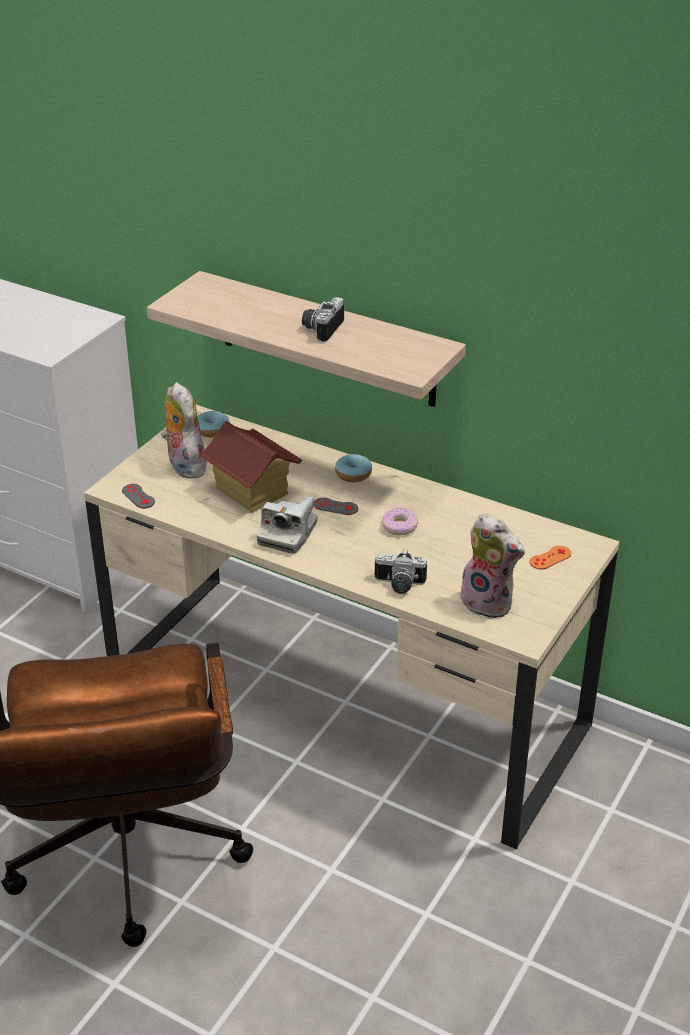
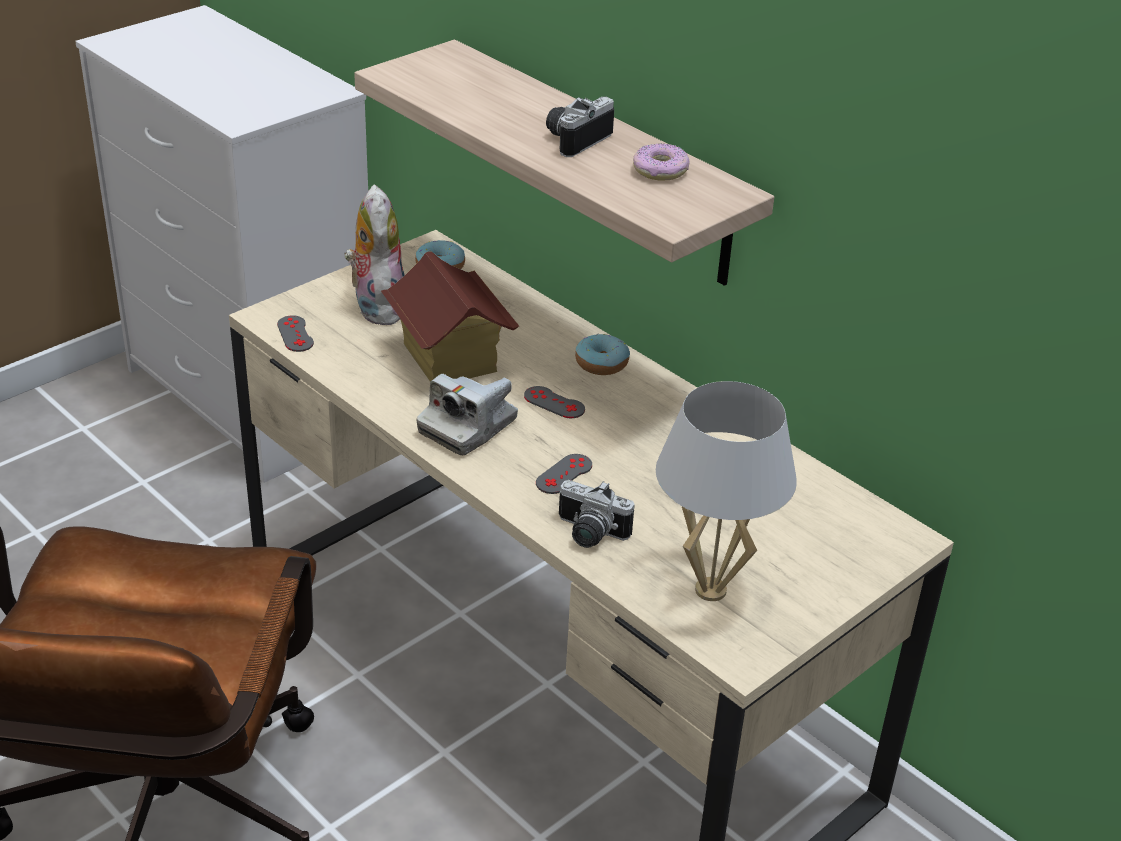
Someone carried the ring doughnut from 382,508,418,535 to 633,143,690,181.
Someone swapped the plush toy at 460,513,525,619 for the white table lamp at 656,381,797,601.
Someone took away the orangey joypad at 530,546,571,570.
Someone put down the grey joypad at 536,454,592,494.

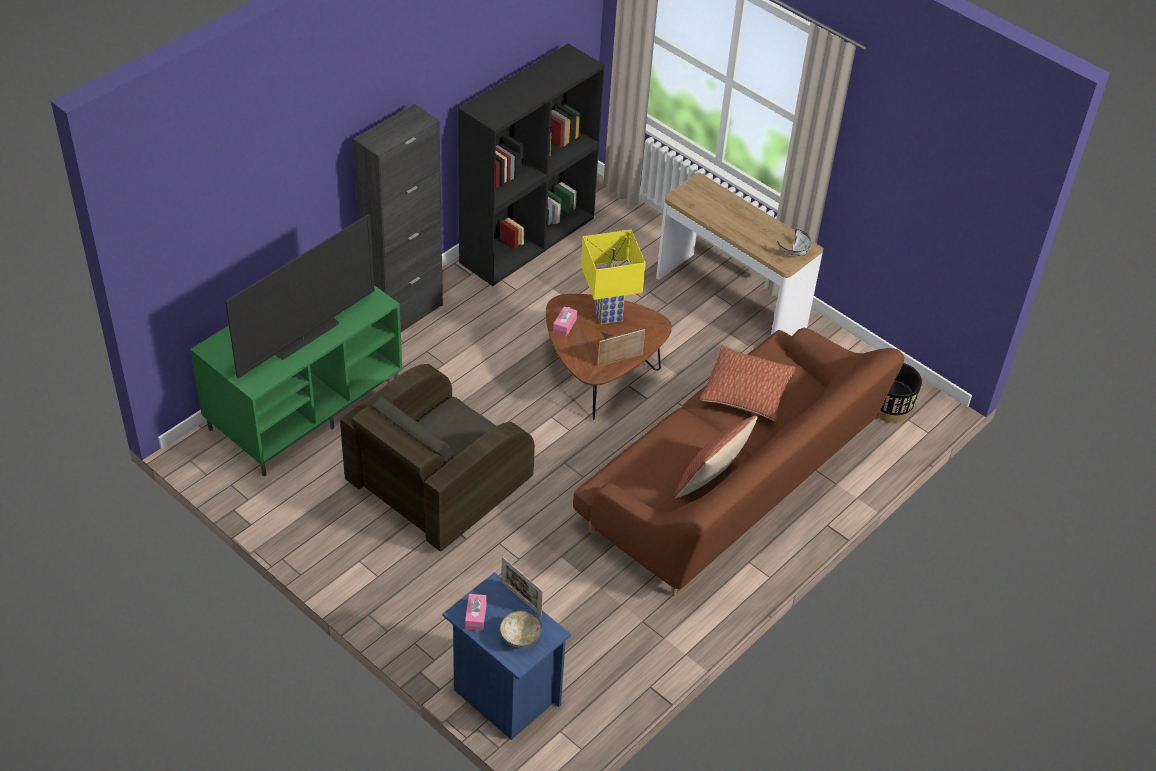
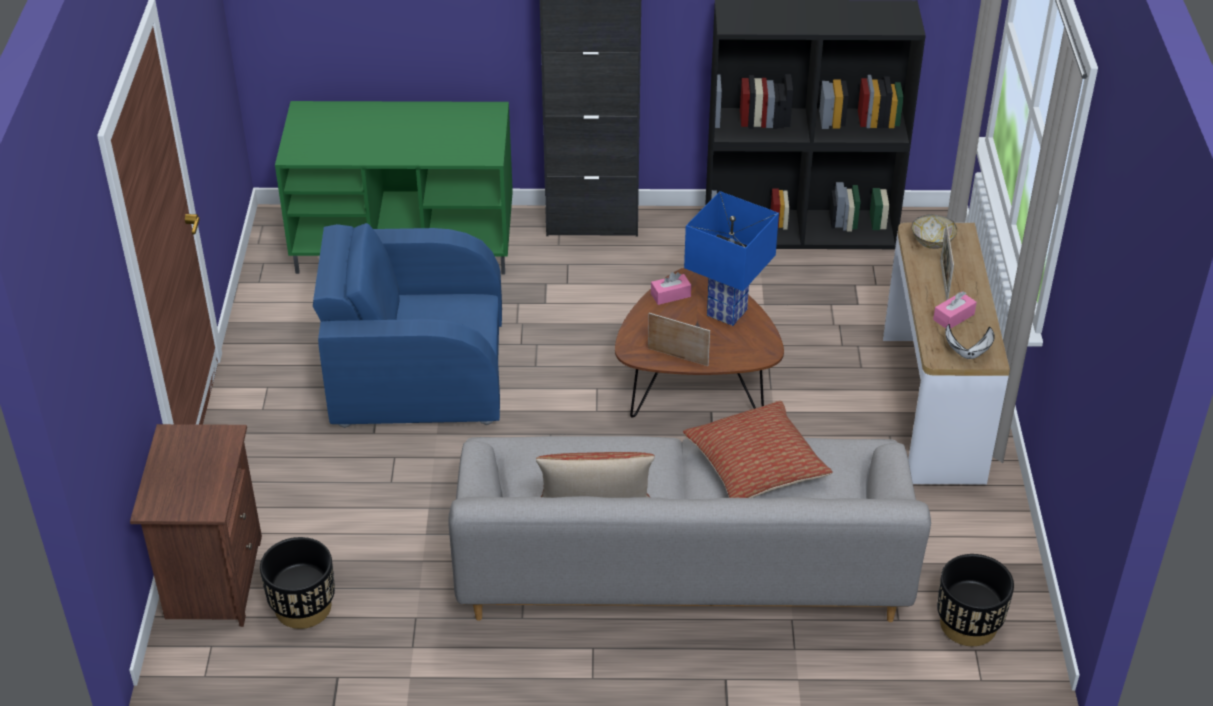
Someone took away the TV at 226,214,374,378.
Someone repainted the yellow table lamp at 581,229,646,324, which became the blue table lamp at 684,191,779,326.
Someone repainted the brownish couch at 573,328,904,596, which became the grey couch at 448,436,931,622.
Someone repainted the brownish lounge chair at 340,364,535,552, which became the blue lounge chair at 313,223,502,428.
Someone carried the picture frame from 501,556,543,616 to 940,223,954,300.
Someone repainted the blue nightstand at 442,572,571,740, which became the brownish nightstand at 130,424,262,627.
Someone carried the pink-coloured box of tissues from 465,594,487,631 to 933,291,977,329.
Someone carried the bowl from 500,611,542,647 to 912,214,957,249.
Someone put down the black flower pot at 260,537,335,629.

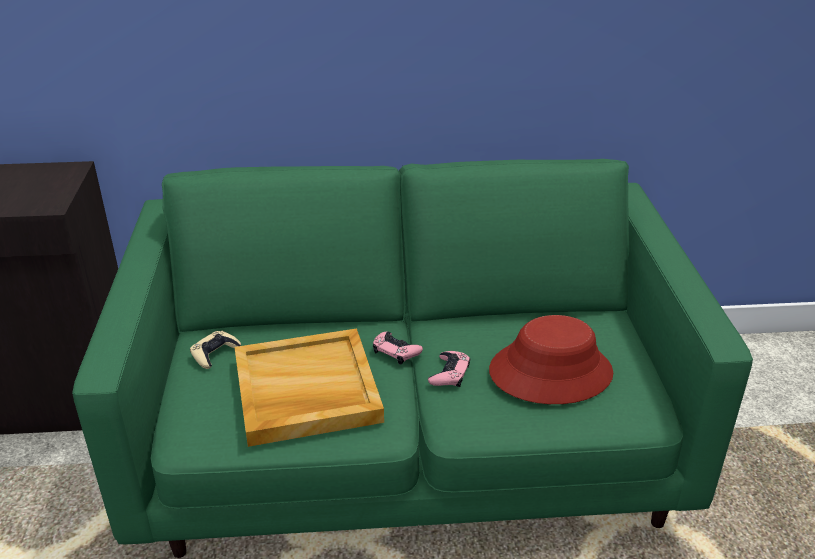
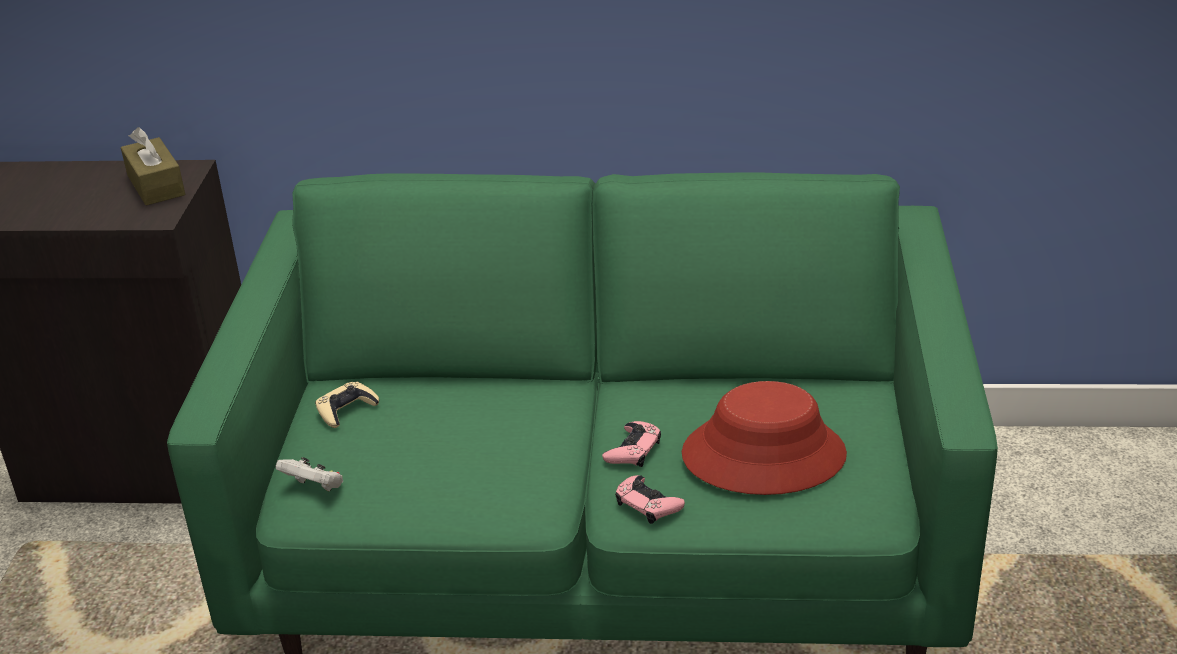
Someone took away the sand-coloured carrying tray at 234,328,384,447.
Someone carried the pink-coloured joypad from 373,332,423,365 to 615,475,685,524.
Someone put down the brownish box of tissues at 121,127,185,205.
Someone put down the white joypad at 276,457,343,491.

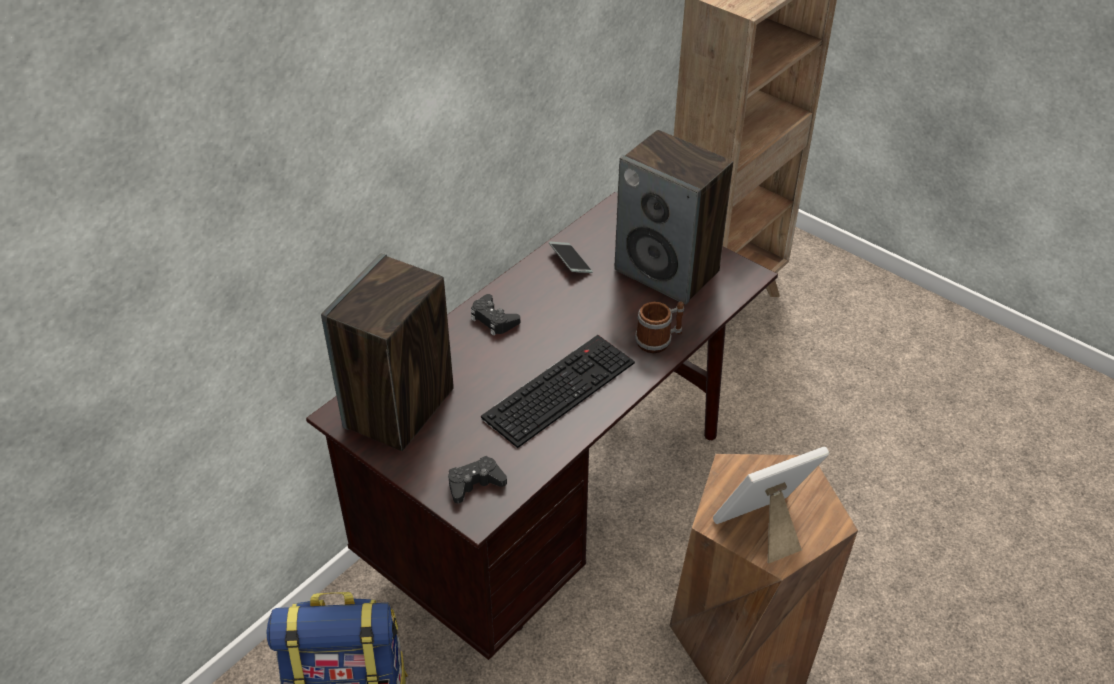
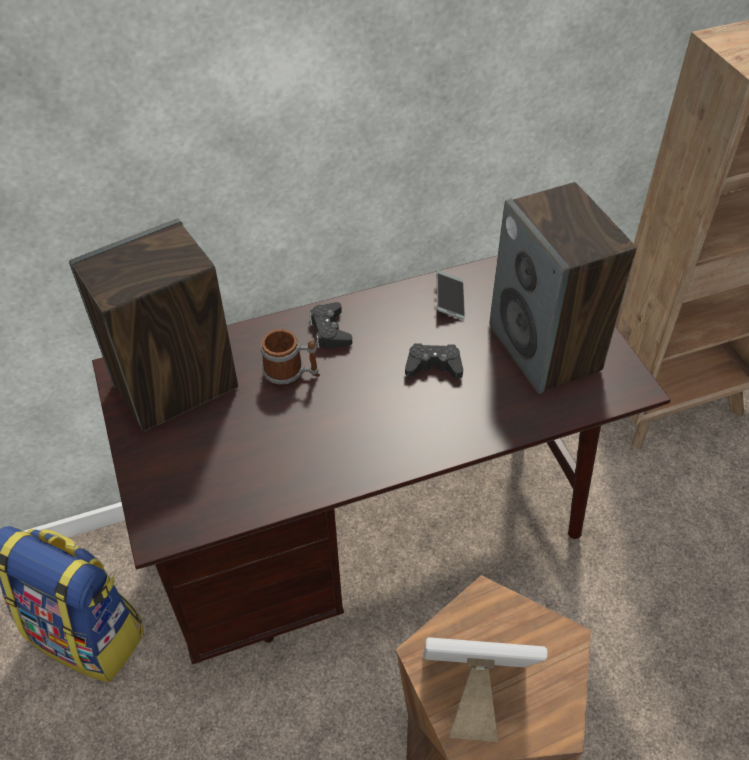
Someone carried the tea mug from 635,302,684,353 to 261,329,320,387.
Someone took away the keyboard at 481,335,635,448.
Someone carried the black joypad from 448,456,507,503 to 405,343,463,379.

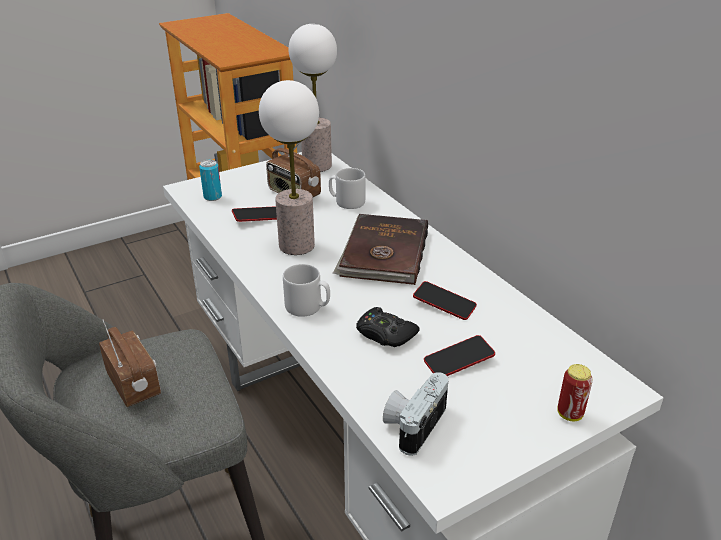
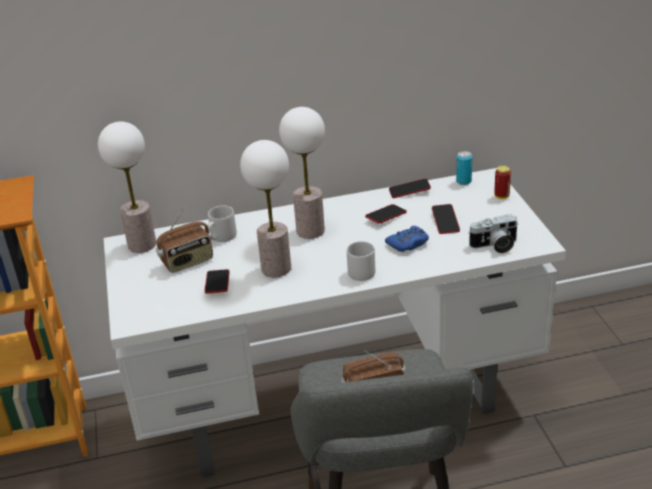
Someone carried the sealed can from 199,160,222,201 to 456,151,472,185.
Someone swapped the brownish volume at 333,214,428,285 for the table lamp at 279,107,325,239.
Someone repainted the black joypad at 356,307,420,347, which became the blue joypad at 385,226,429,252.
Someone rotated the still camera at 383,372,449,456 by 60 degrees counterclockwise.
Someone put down the handset at 389,178,431,198.

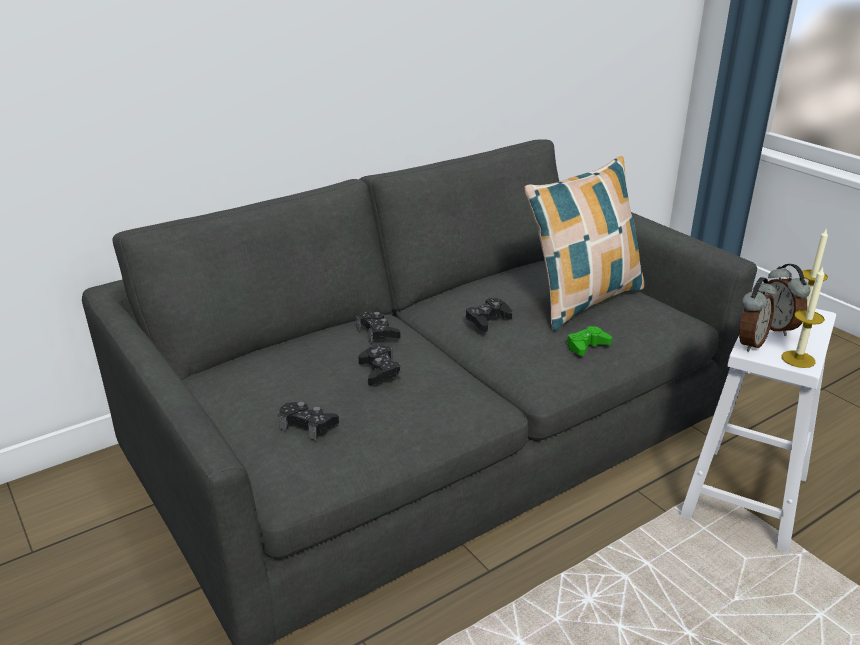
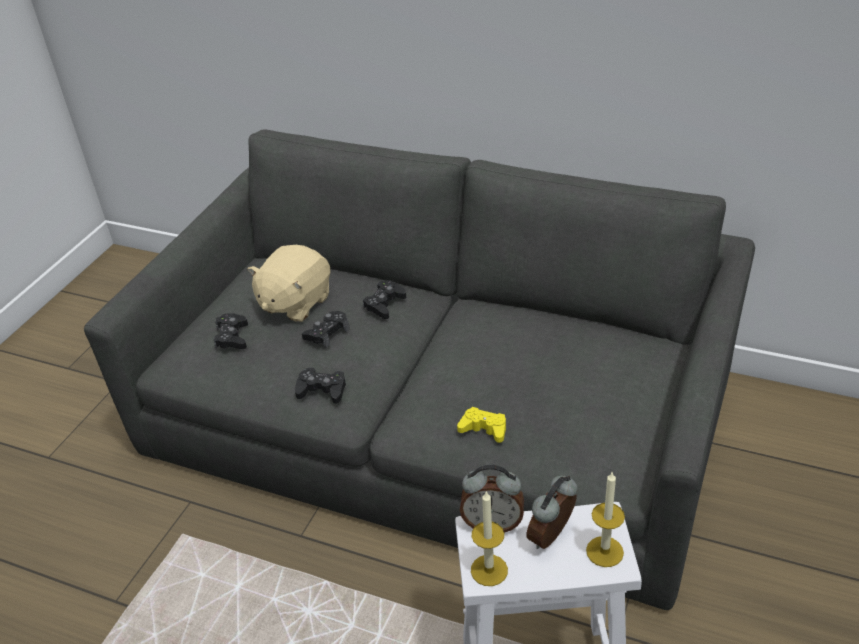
Someone took away the pillow at 524,156,644,331.
Someone carried the black joypad from 465,298,512,332 to 295,367,346,404.
Someone repainted the green joypad at 567,326,612,356, which became the yellow joypad at 457,407,506,443.
Someone put down the sand-coloured plush toy at 247,245,331,322.

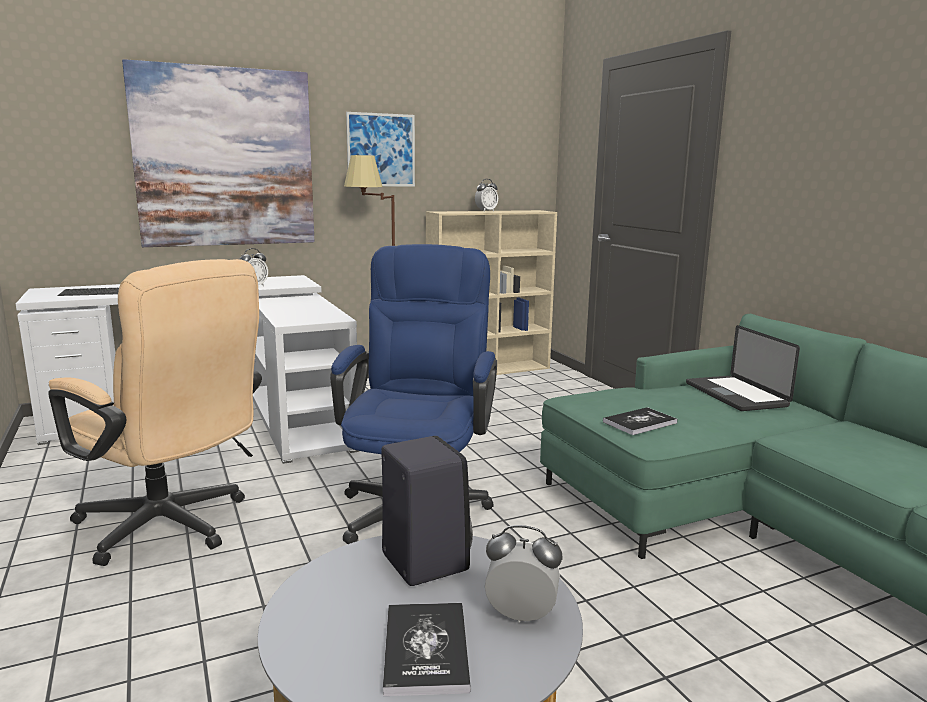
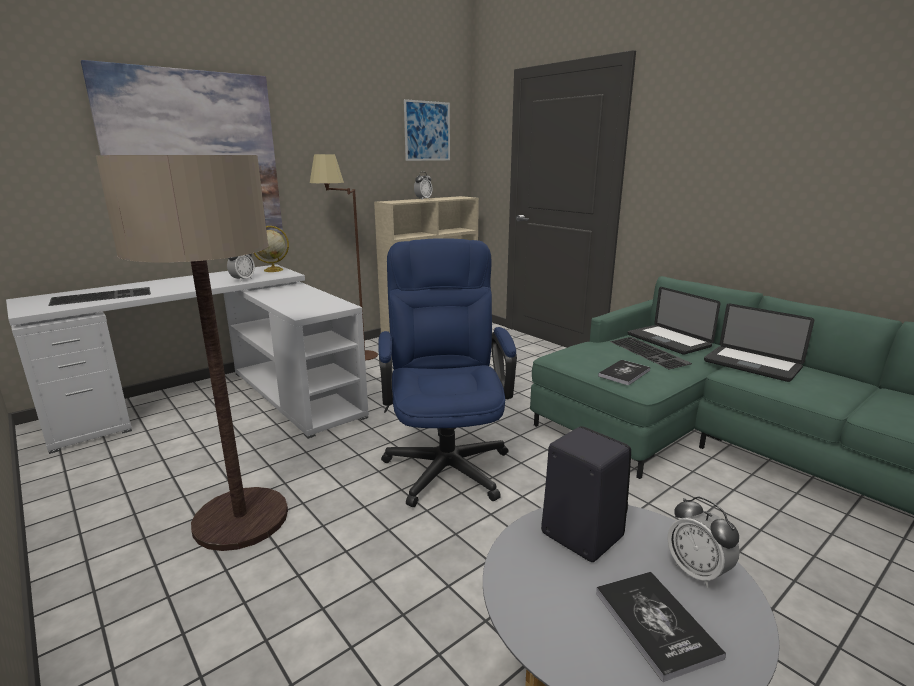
Someone carried the wall art from 346,112,415,187 to 404,99,450,161.
Someone swapped the sand-coloured computer chair at 48,259,262,566 for the standing lamp at 96,155,288,551.
Someone rotated the bedside clock at 485,525,563,623 by 120 degrees counterclockwise.
Someone put down the globe at 254,226,289,272.
Someone put down the laptop at 704,304,814,382.
Someone put down the keyboard at 610,337,692,370.

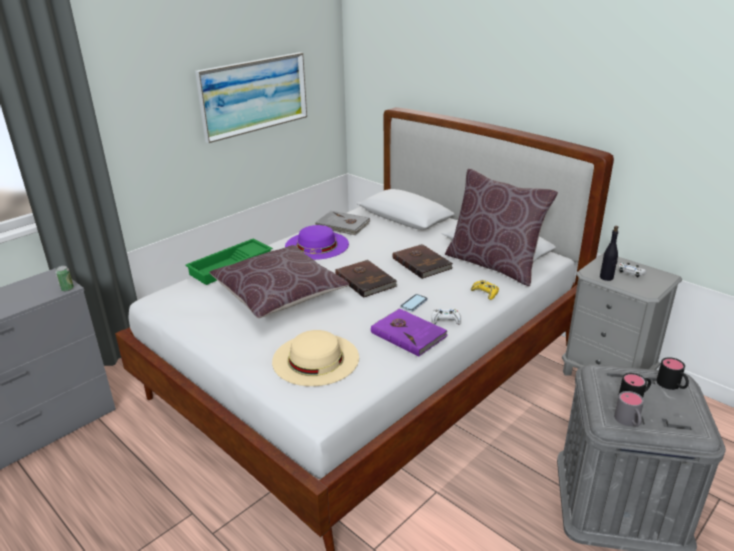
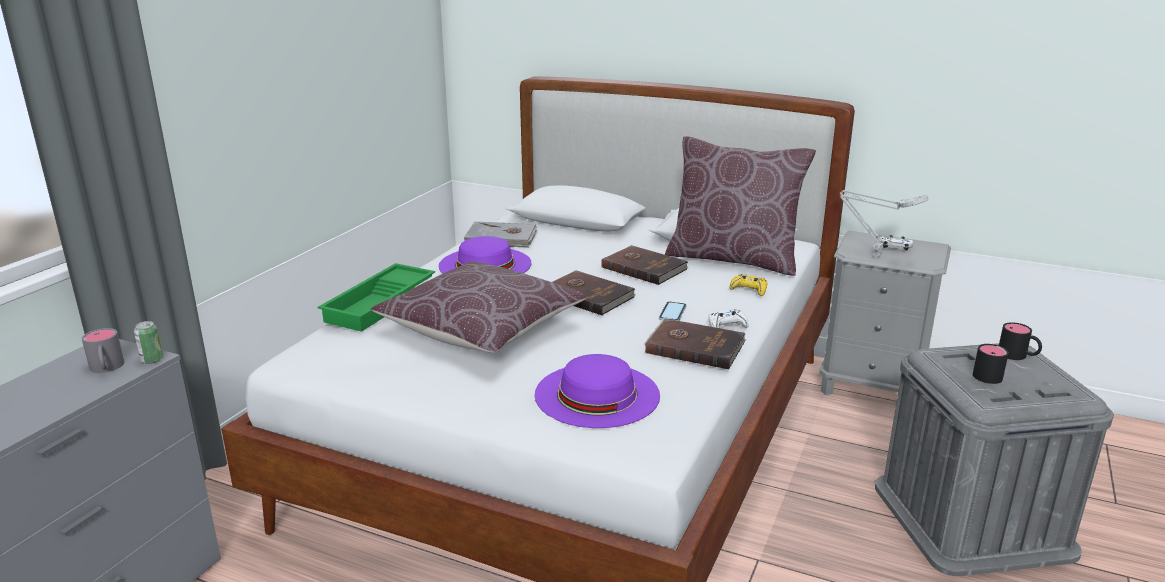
Someone took away the wall art at 195,52,307,143.
Someone swapped the black drink bottle at 600,226,618,281 for the grey table lamp at 840,190,928,257.
Someone repainted the purple volume at 371,308,447,357, which became the brownish volume at 645,319,746,369.
Someone repainted the sand-coloured hat at 272,330,359,386, which became the purple hat at 535,354,660,428.
Someone carried the grey tea mug from 614,391,644,427 to 82,328,124,373.

